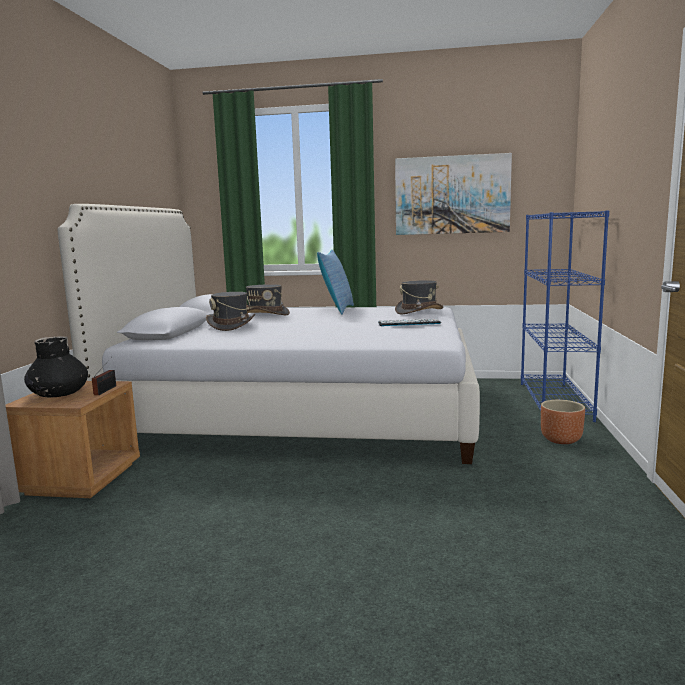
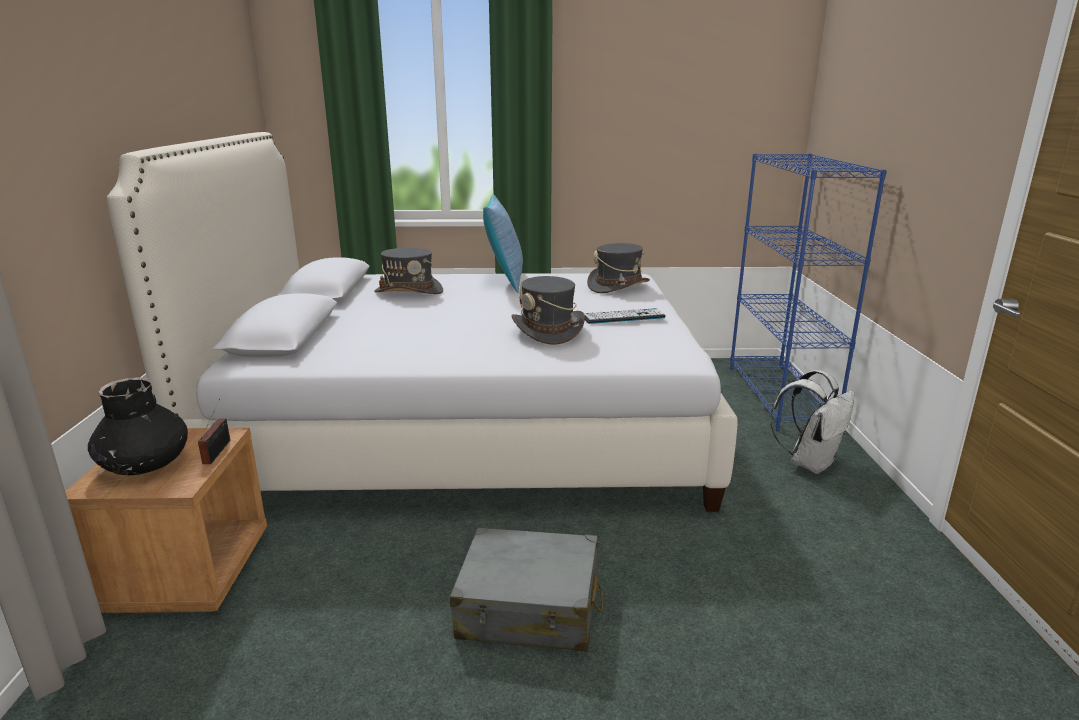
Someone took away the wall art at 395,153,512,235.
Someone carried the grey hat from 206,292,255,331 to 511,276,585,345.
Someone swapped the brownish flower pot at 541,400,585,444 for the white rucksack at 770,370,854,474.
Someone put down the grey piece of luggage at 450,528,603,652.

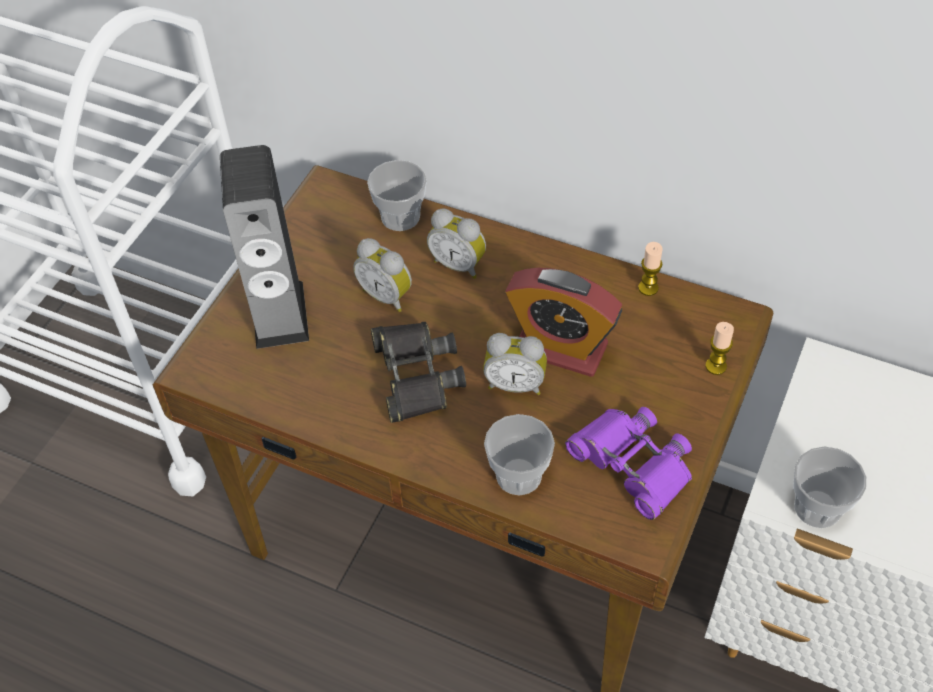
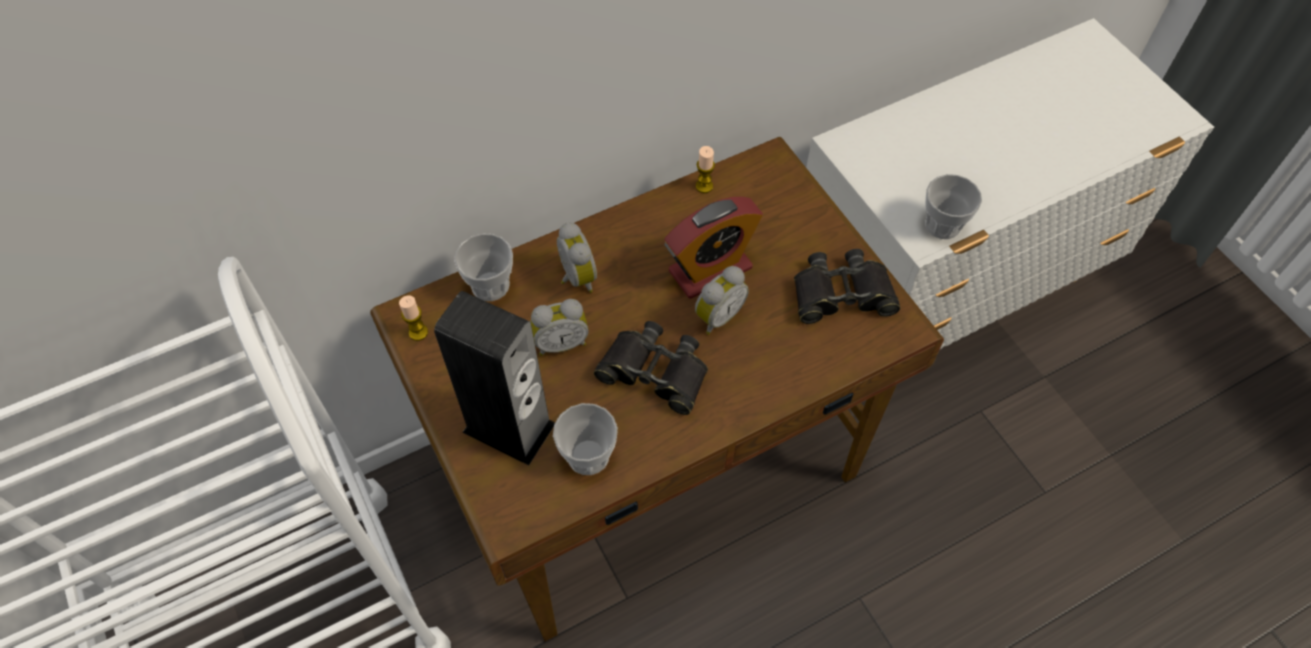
Someone rotated the bedside clock at 427,208,486,279 by 90 degrees counterclockwise.
Someone carried the candle from 705,322,734,375 to 399,295,428,341.
Someone repainted the purple field glasses at 565,407,692,520, which became the black field glasses at 794,249,900,324.
Someone carried the cup from 484,414,555,496 to 553,403,618,475.

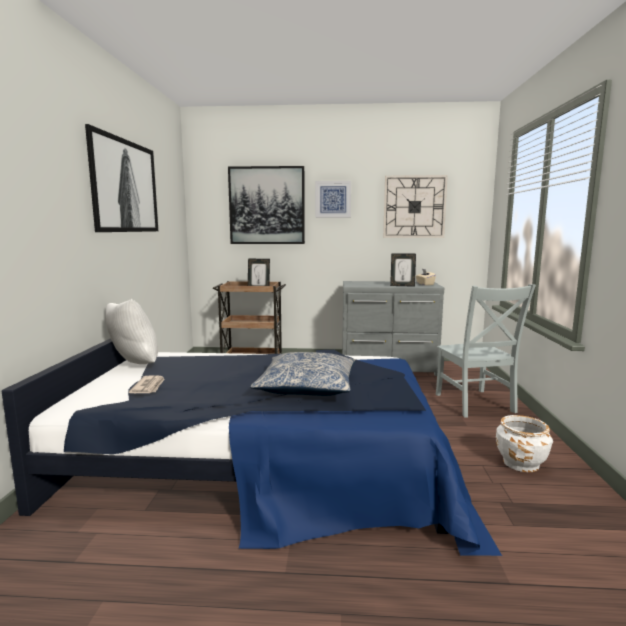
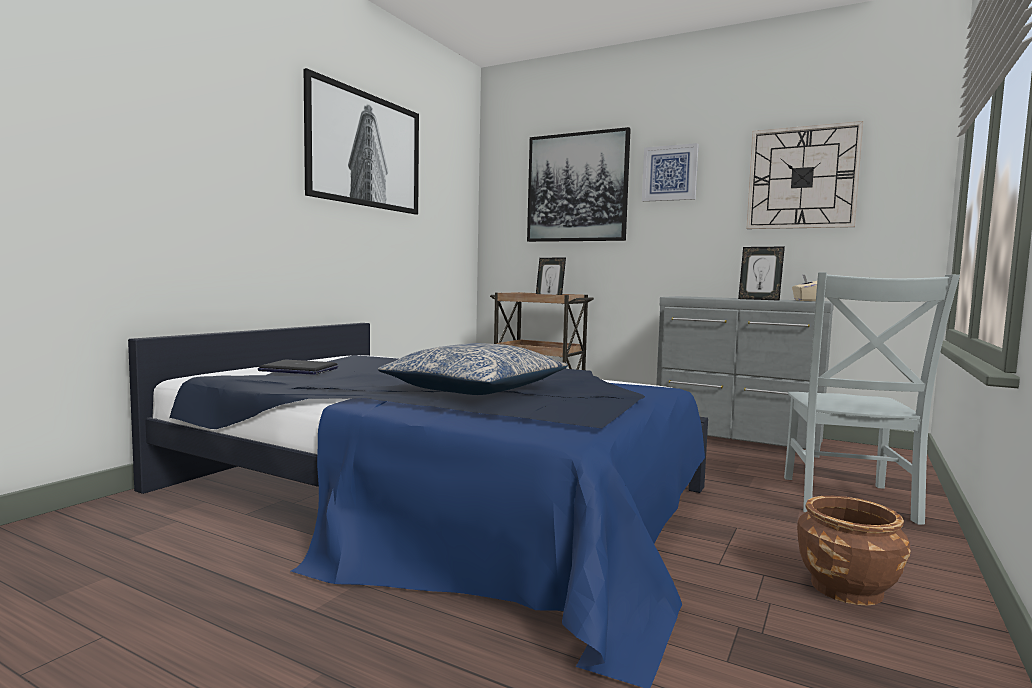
Someone took away the white pillow at 105,299,158,364.
Someone swapped the printed paper at 129,375,165,393 for the laptop at 258,360,338,375.
Someone repainted the white flower pot at 496,415,553,472, which became the brownish flower pot at 797,496,911,605.

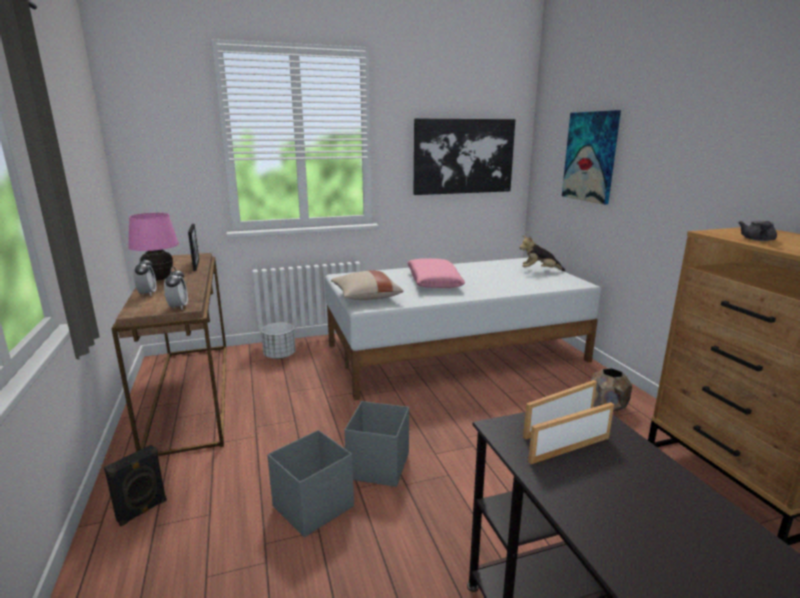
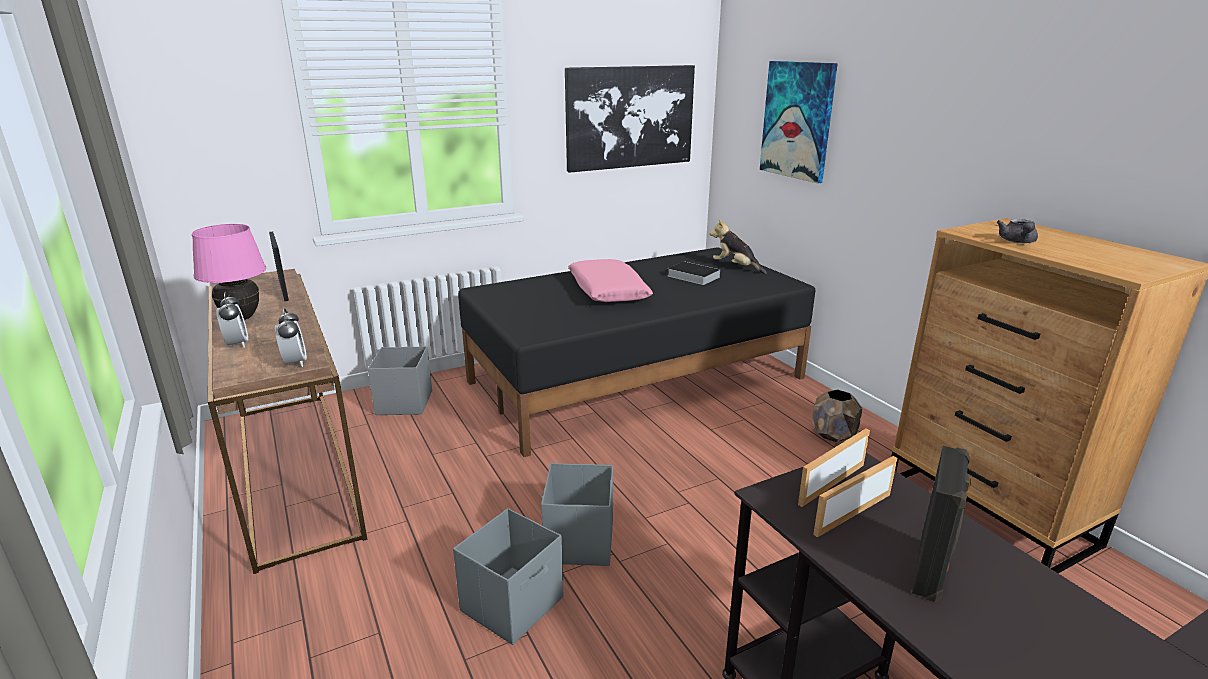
Someone rotated the plush toy at 519,235,565,271 by 45 degrees clockwise.
Someone repainted the white sleeping bed at 325,257,601,400, which became the black sleeping bed at 458,247,815,457.
Someone took away the sand-coloured pillow at 331,271,403,300.
Someone swapped the white flower pot at 261,323,296,359 for the grey storage bin at 368,347,432,415.
Someone carried the black audio speaker from 104,445,167,526 to 912,446,971,602.
Someone put down the volume at 668,261,721,285.

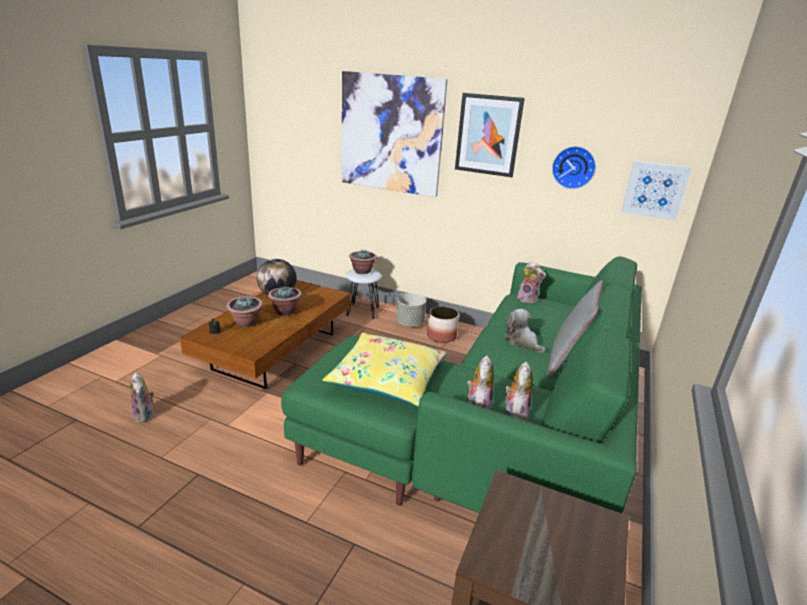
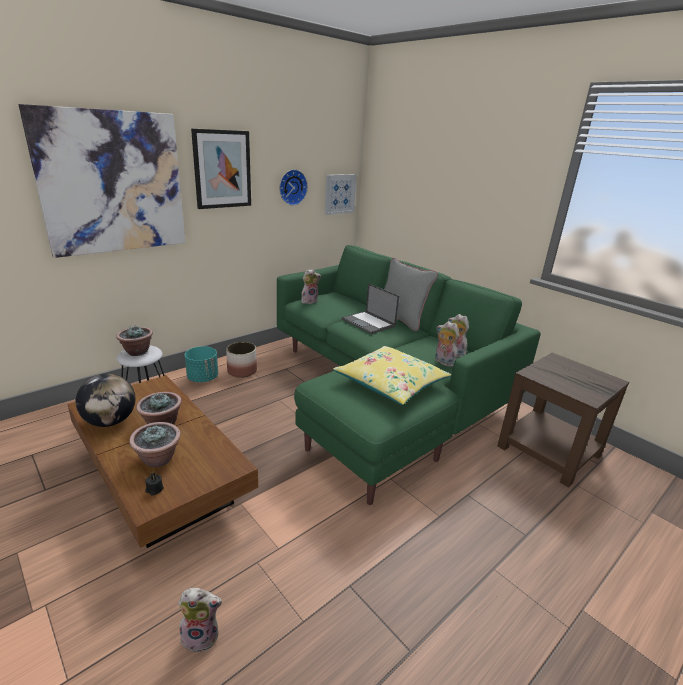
Someone repainted the grey flower pot at 396,293,426,327, which became the blue-green flower pot at 185,346,218,382.
Someone swapped the plush toy at 504,309,545,353 for the laptop at 342,283,399,334.

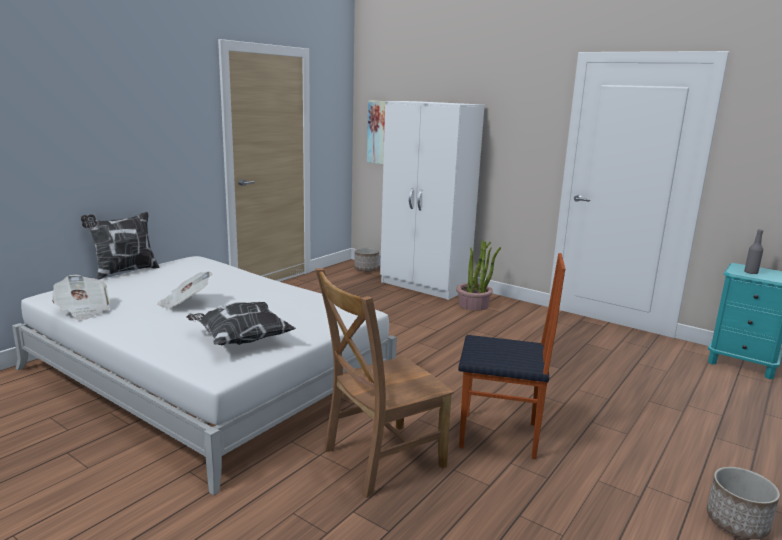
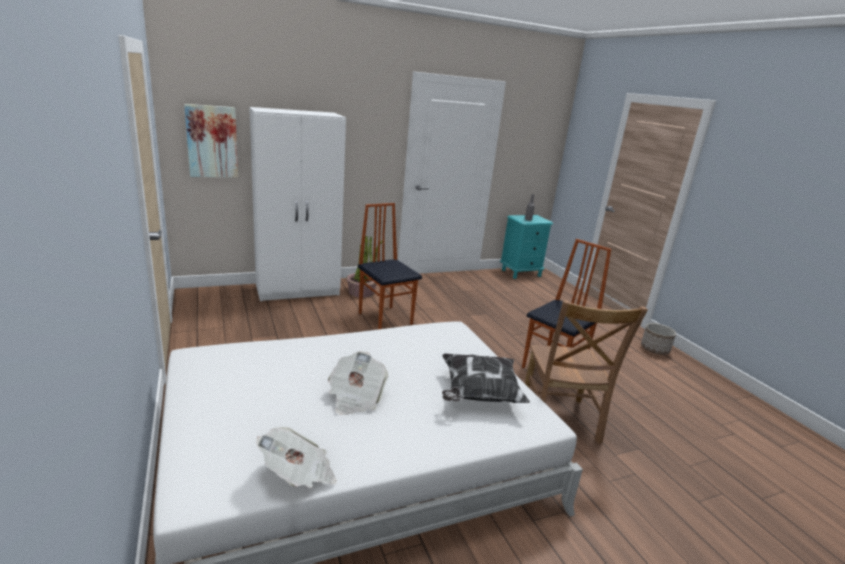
Someone took away the pillow at 81,212,160,279.
Someone took away the flower pot at 354,248,379,272.
Someone put down the chair at 358,203,422,329.

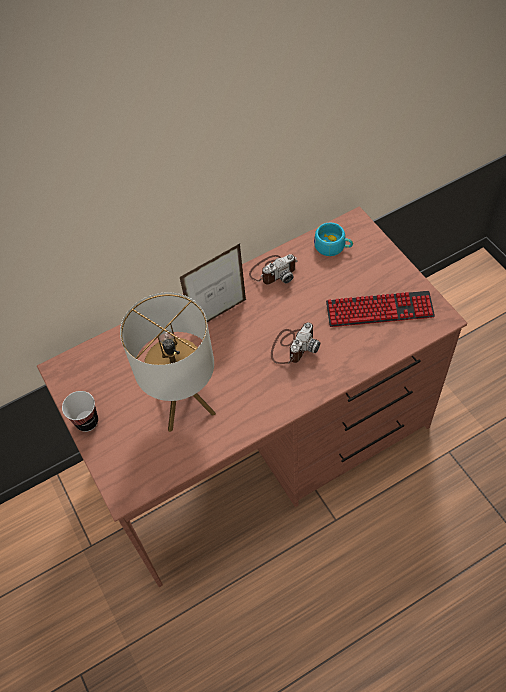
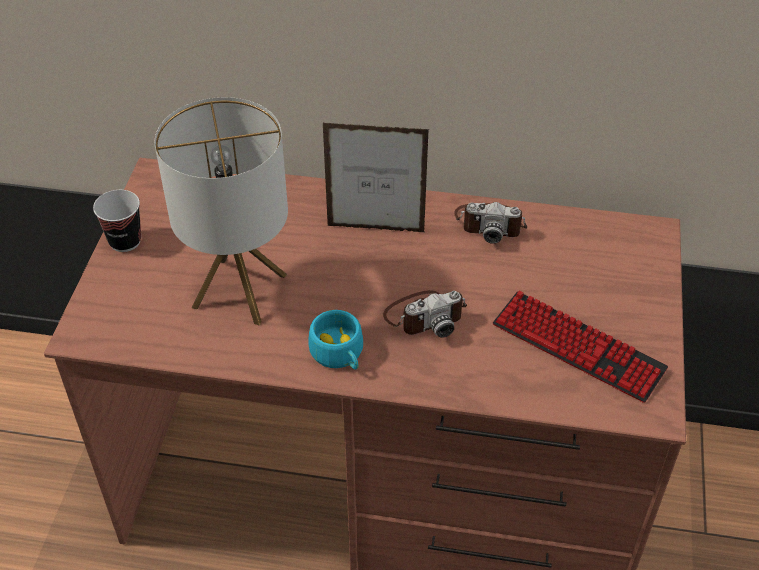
Someone carried the blue-green cup from 314,222,353,256 to 308,310,363,370.

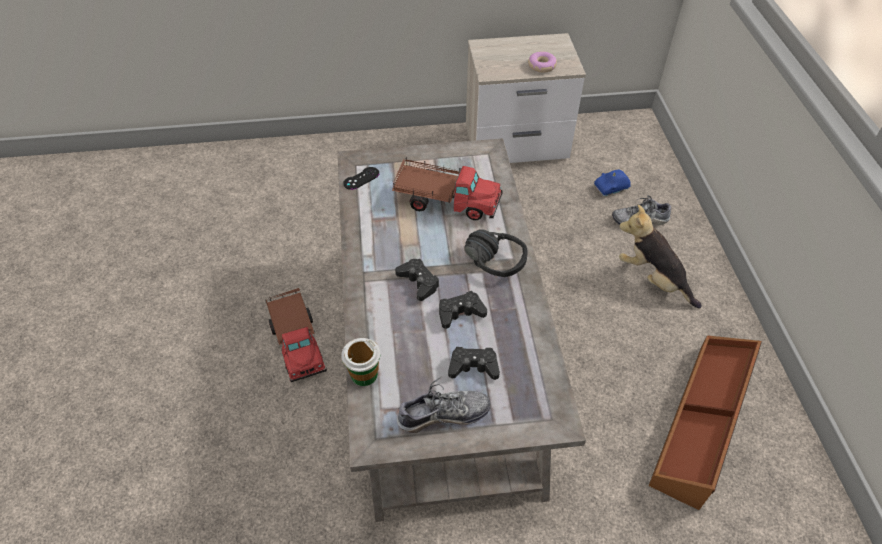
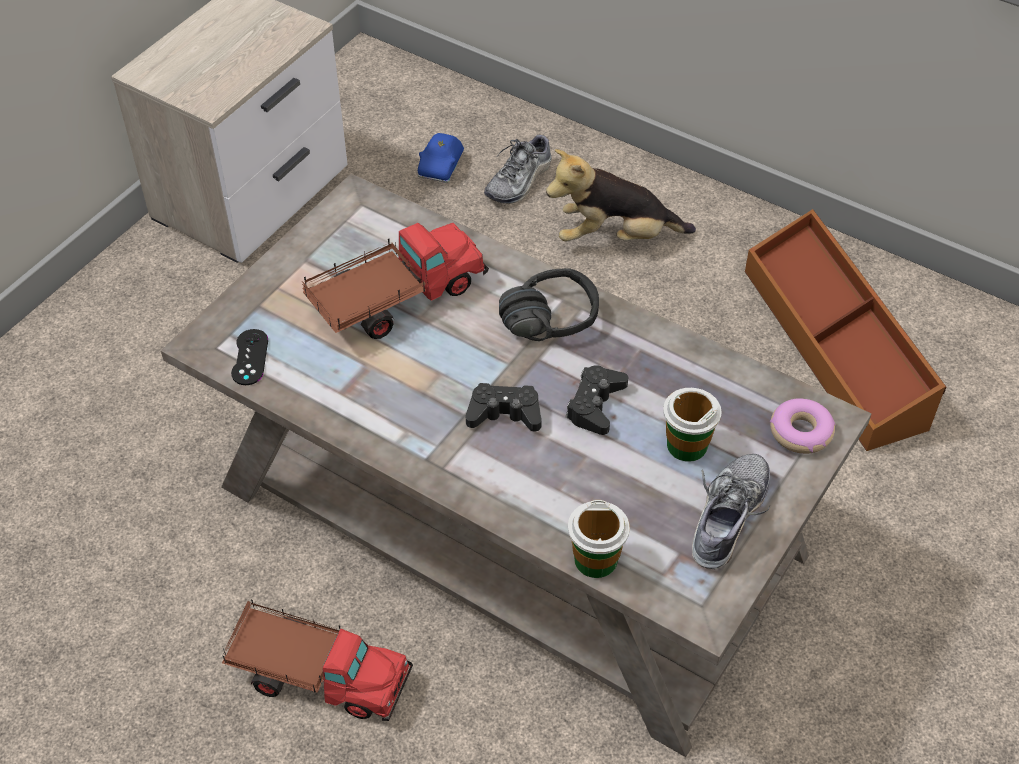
Someone carried the ring doughnut from 528,51,557,73 to 770,398,836,454.
Someone swapped the black joypad at 448,347,500,380 for the cup at 663,388,722,462.

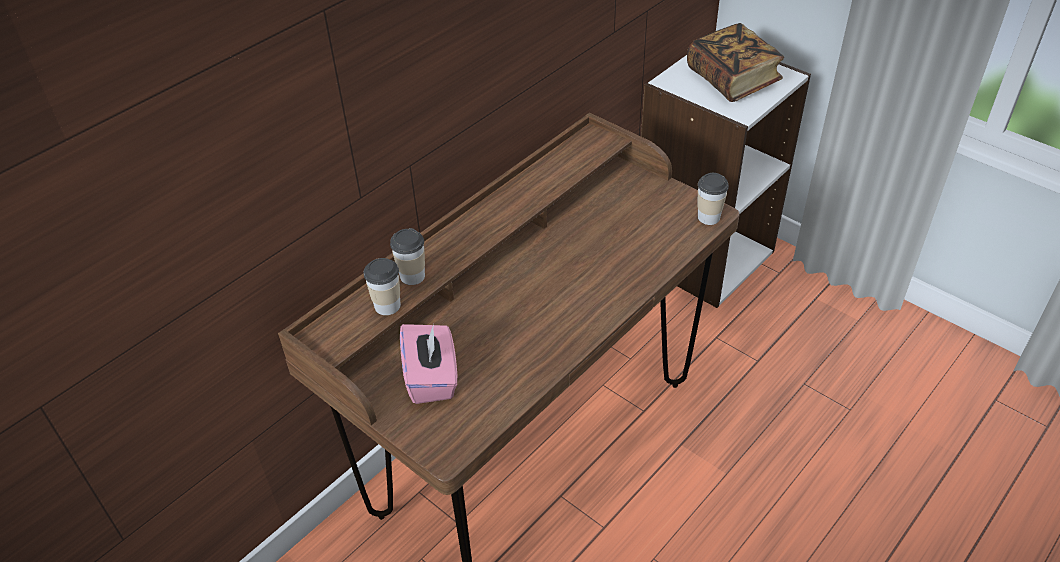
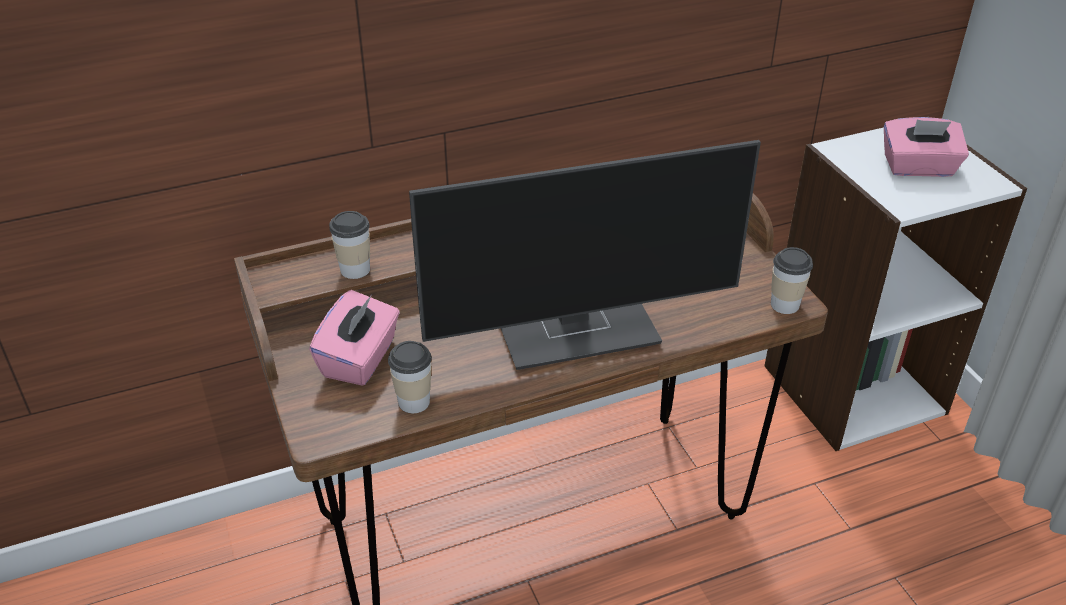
Someone swapped the volume at 687,23,784,102 for the pink-coloured box of tissues at 884,117,969,177.
Someone carried the cup from 390,228,425,285 to 388,341,432,413.
Someone put down the computer display at 409,140,761,370.

